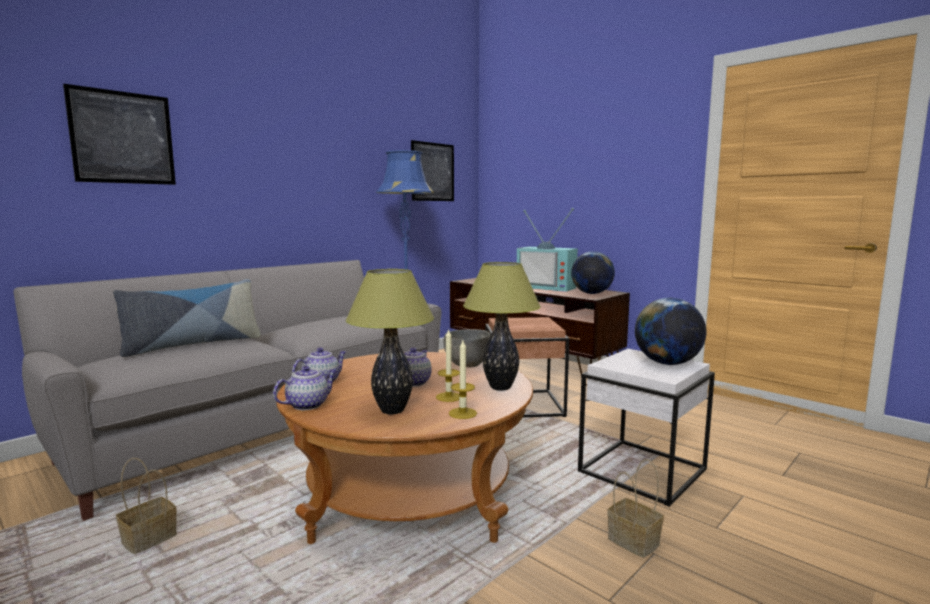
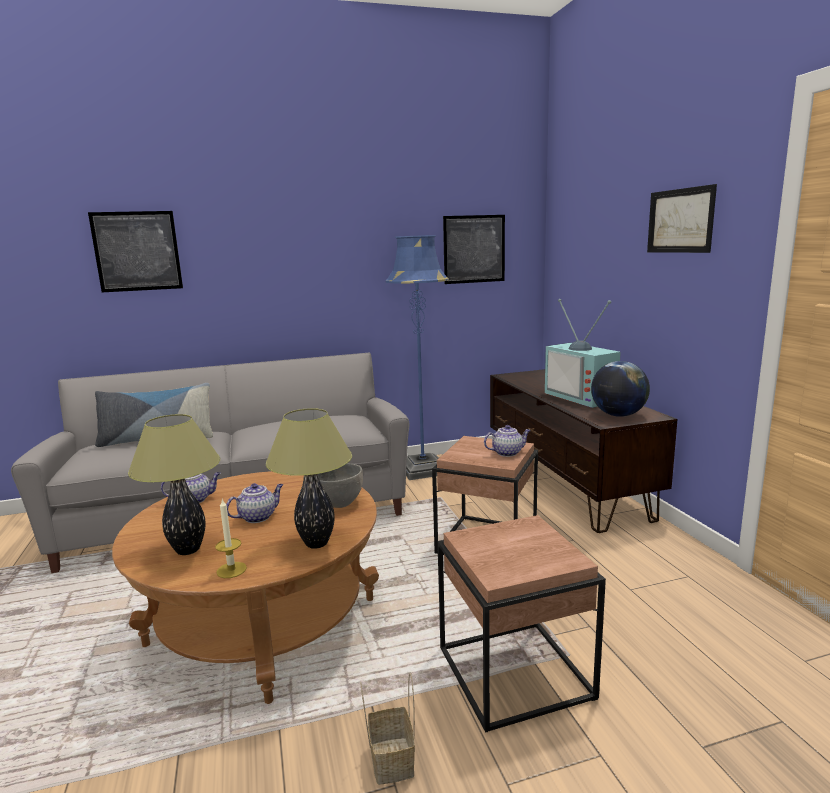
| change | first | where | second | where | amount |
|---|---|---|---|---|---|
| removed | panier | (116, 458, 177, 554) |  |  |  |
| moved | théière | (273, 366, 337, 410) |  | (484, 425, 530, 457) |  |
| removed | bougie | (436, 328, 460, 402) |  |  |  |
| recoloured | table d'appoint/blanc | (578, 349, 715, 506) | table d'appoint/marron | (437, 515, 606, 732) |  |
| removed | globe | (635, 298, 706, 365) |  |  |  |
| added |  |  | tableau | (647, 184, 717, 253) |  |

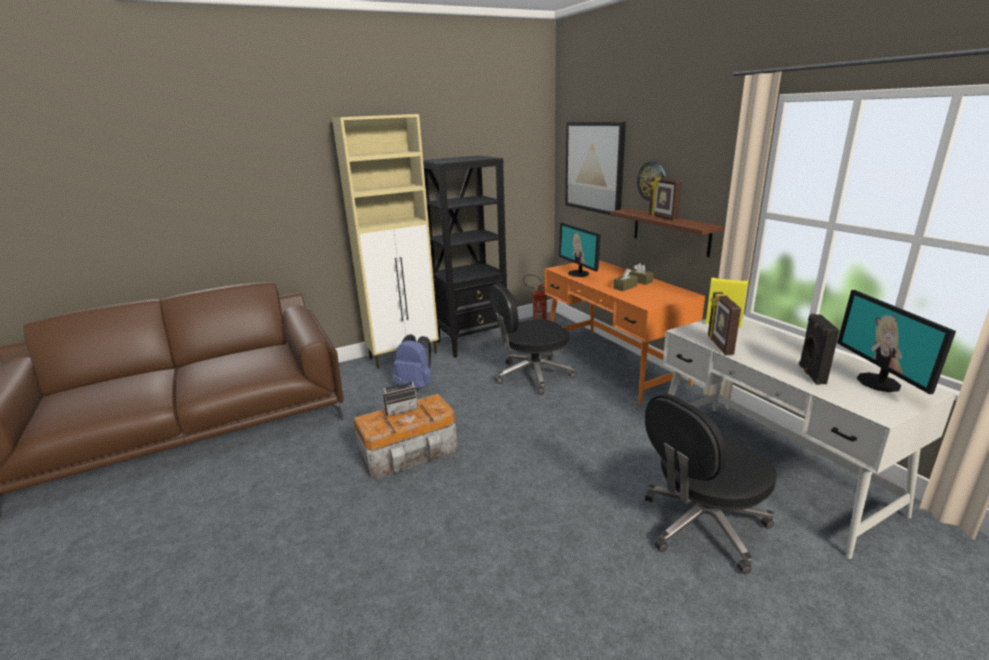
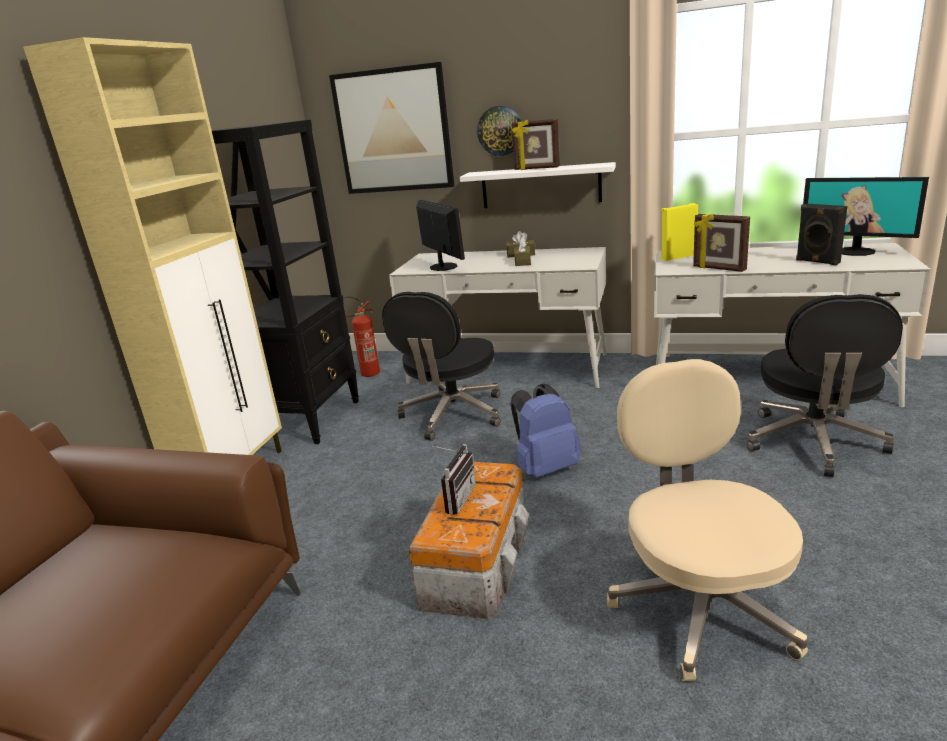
| change | first | where | second | where | amount |
|---|---|---|---|---|---|
| moved | sac à dos/bleu | (393, 334, 432, 389) |  | (510, 384, 581, 478) |  |
| recoloured | bureau/orange | (545, 260, 705, 404) | bureau/blanc | (389, 247, 607, 388) |  |
| turned | écran d'ordinateur | (559, 223, 601, 277) |  | (416, 200, 465, 271) | 135 degrees counterclockwise |
| recoloured | étagère/marron | (610, 208, 724, 257) | étagère/blanc | (460, 162, 616, 208) |  |
| added |  |  | chaise de bureau/beige | (607, 359, 808, 681) |  |

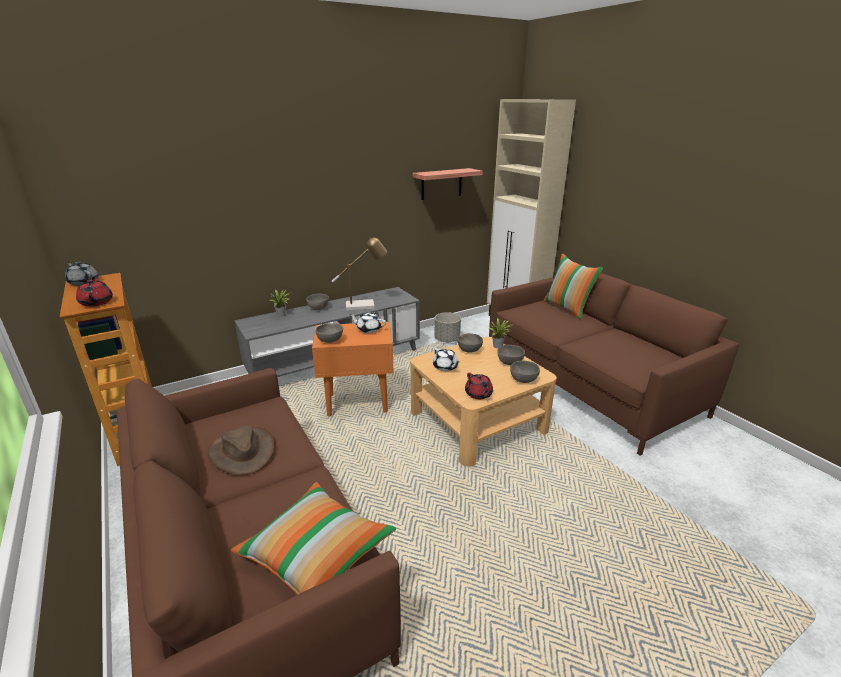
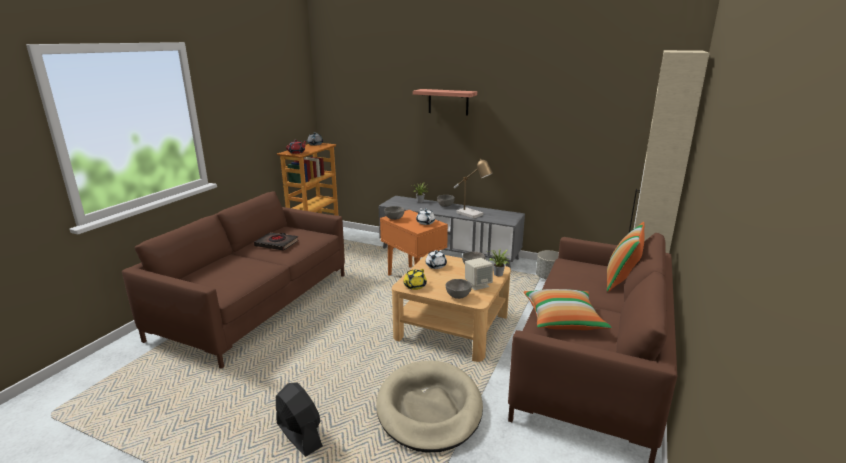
| change | first | where | second | where | amount |
|---|---|---|---|---|---|
| replaced | chapeau/marron | (207, 426, 274, 475) | livre/noir | (254, 233, 299, 251) |  |
| moved | coussin | (231, 482, 396, 595) |  | (524, 289, 612, 330) |  |
| moved | étagère | (413, 168, 483, 200) |  | (413, 89, 477, 116) |  |
| recoloured | théière/rouge | (465, 373, 494, 399) | théière/jaune | (403, 269, 427, 290) |  |
| replaced | bol/gris | (497, 345, 525, 365) | enceinte/beige | (465, 258, 493, 290) |  |
| added |  |  | ventilateur/noir | (276, 383, 323, 457) |  |
| added |  |  | panier pour chien/beige | (376, 361, 483, 453) |  |

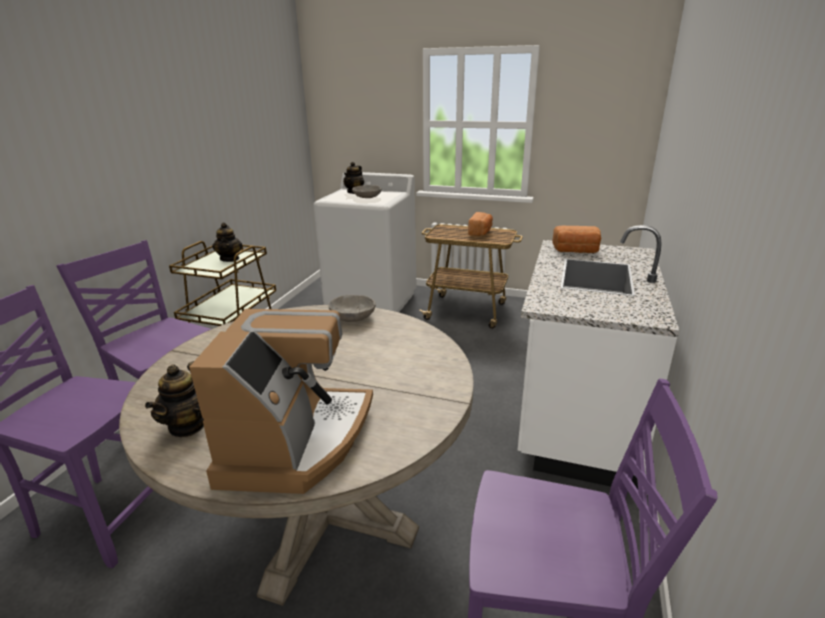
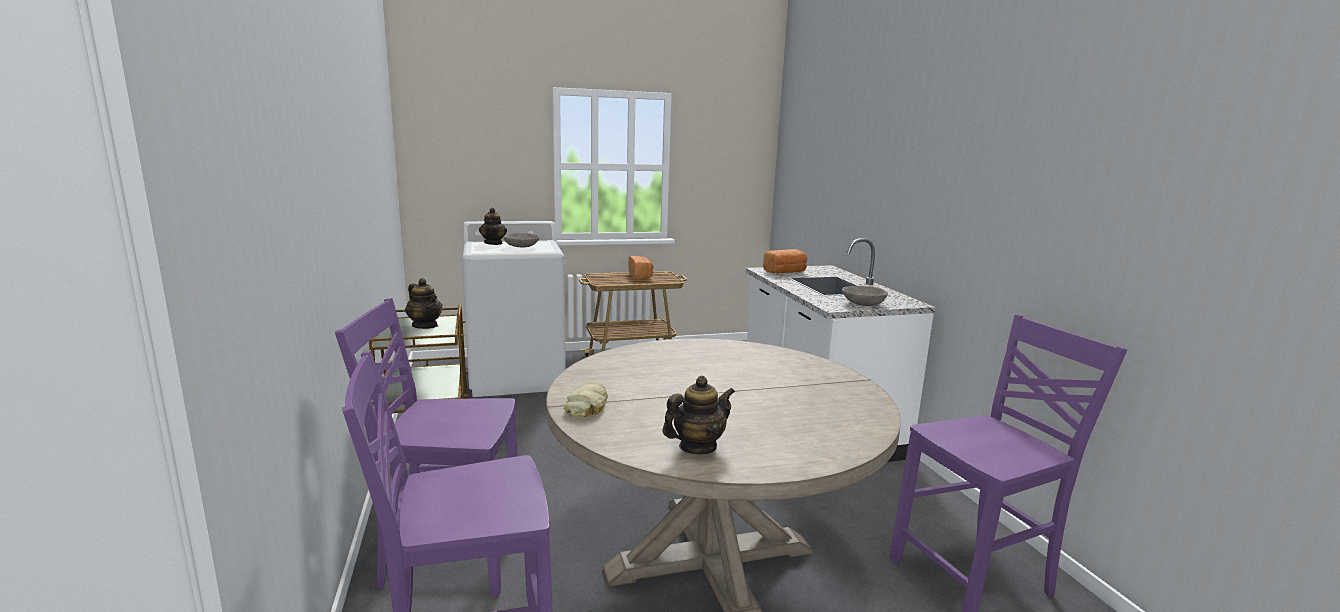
| change | first | where | second | where | amount |
|---|---|---|---|---|---|
| turned | théière | (145, 361, 204, 437) |  | (662, 376, 735, 454) | 105 degrees counterclockwise |
| removed | machine à café | (189, 309, 373, 494) |  |  |  |
| moved | bol/gris | (328, 295, 376, 322) |  | (842, 286, 888, 306) |  |
| added |  |  | pain | (564, 383, 608, 417) |  |

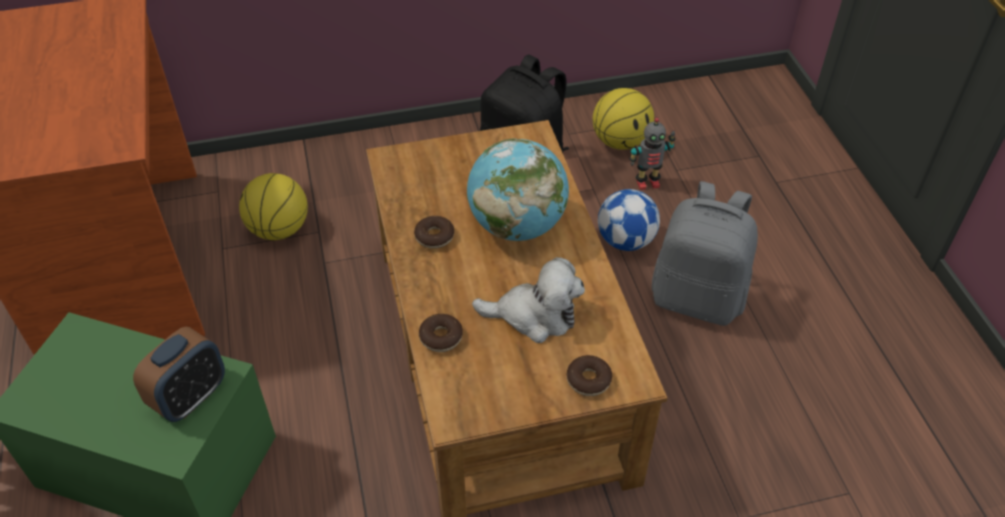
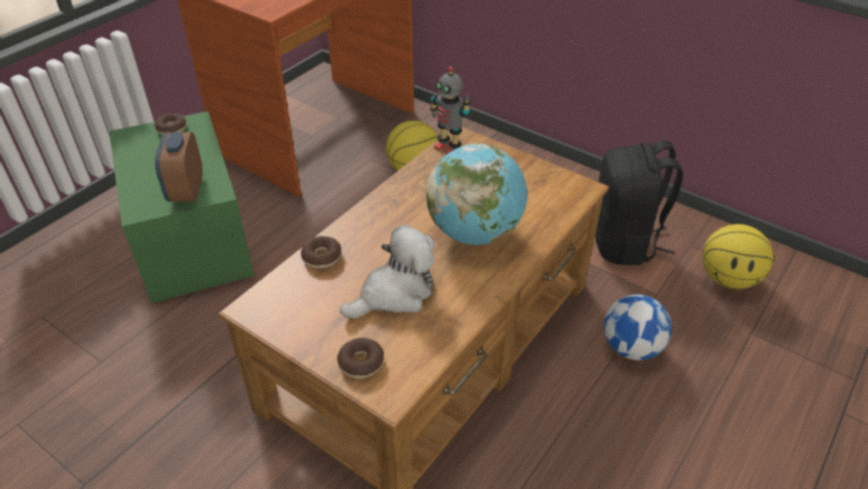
| change | first | where | second | where | amount |
|---|---|---|---|---|---|
| turned | réveil | (133, 327, 225, 422) |  | (155, 132, 203, 202) | 90 degrees clockwise |
| moved | beignet | (414, 216, 454, 249) |  | (155, 113, 187, 135) |  |
| turned | peluche | (472, 257, 585, 343) |  | (340, 225, 435, 319) | 90 degrees counterclockwise |
| moved | robot jouet | (629, 118, 676, 190) |  | (430, 66, 471, 155) |  |
| removed | sac à dos/gris | (652, 181, 758, 326) |  |  |  |

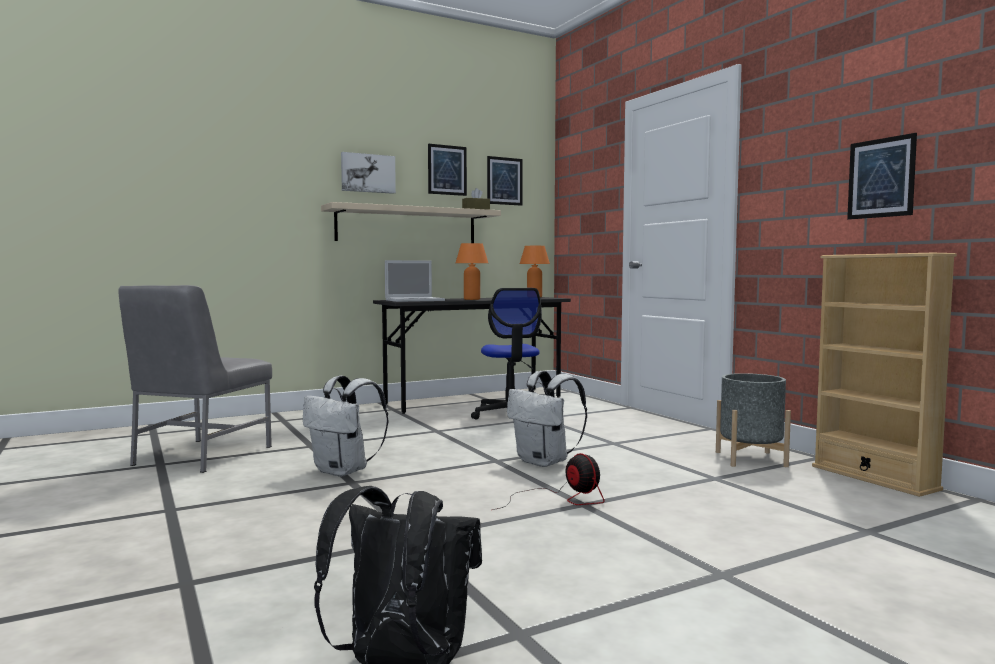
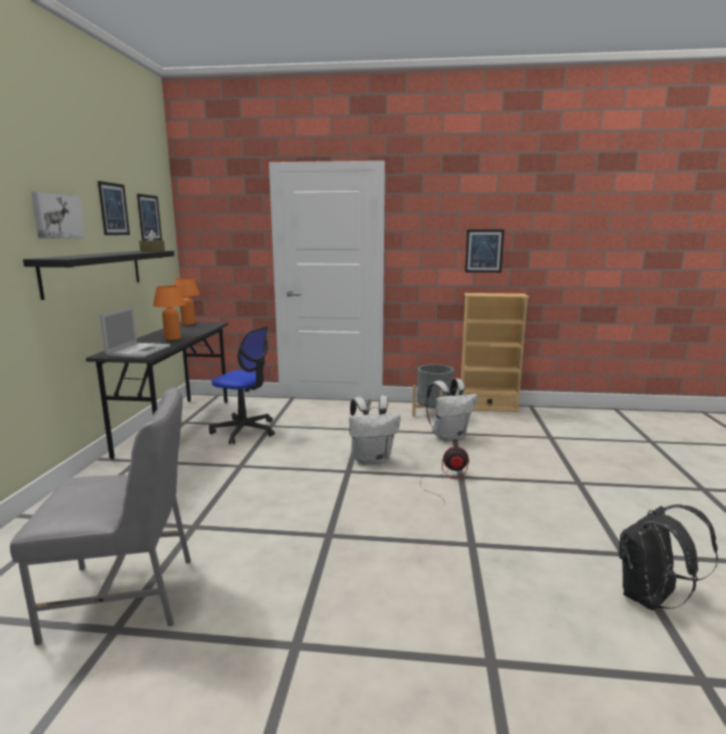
| change | first | where | second | where | amount |
|---|---|---|---|---|---|
| turned | chaise/gris | (119, 285, 272, 473) |  | (10, 388, 191, 645) | 60 degrees counterclockwise |
| moved | sac à dos/blanc | (303, 375, 388, 477) |  | (426, 379, 477, 441) |  |
| recoloured | étagère/beige | (321, 202, 501, 243) | étagère/noir | (23, 251, 174, 300) |  |

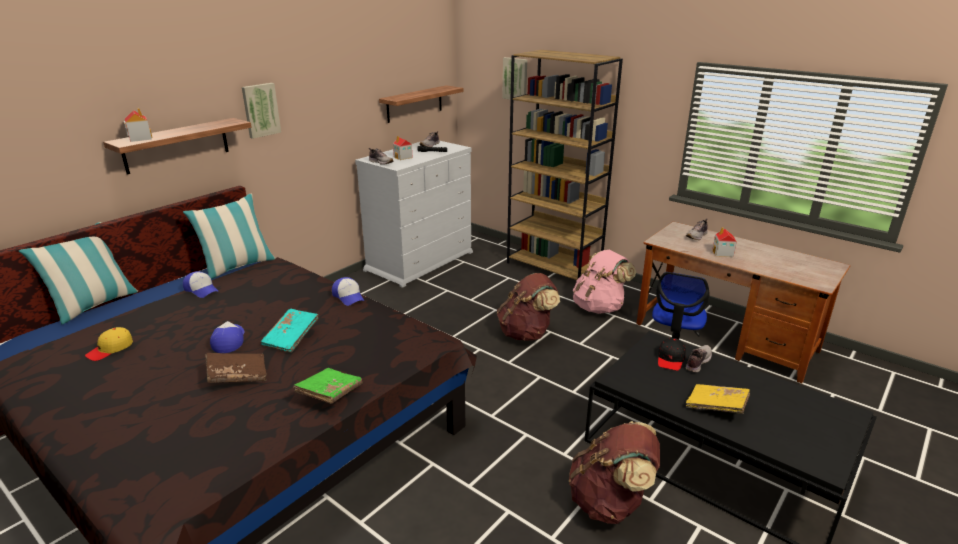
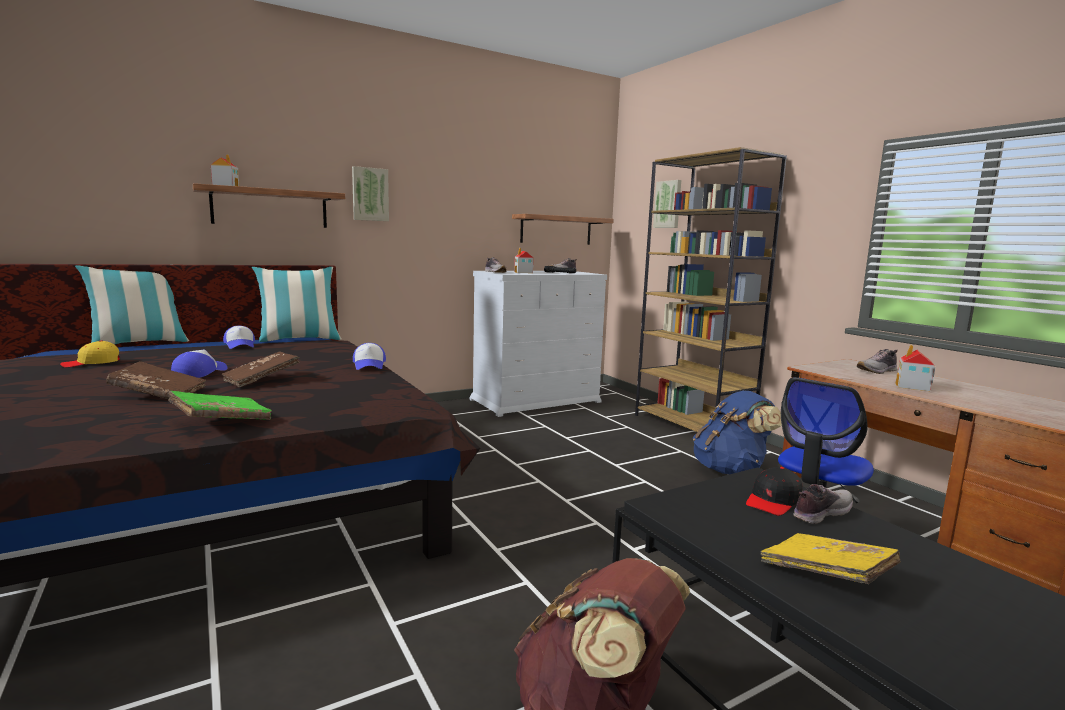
| change | first | where | second | where | amount |
|---|---|---|---|---|---|
| recoloured | livre/turquoise | (261, 309, 319, 353) | livre/marron | (222, 351, 300, 387) |  |
| removed | sac à dos/marron | (497, 273, 560, 341) |  |  |  |
| recoloured | sac à dos/rose | (573, 250, 636, 314) | sac à dos/bleu | (693, 391, 782, 474) |  |

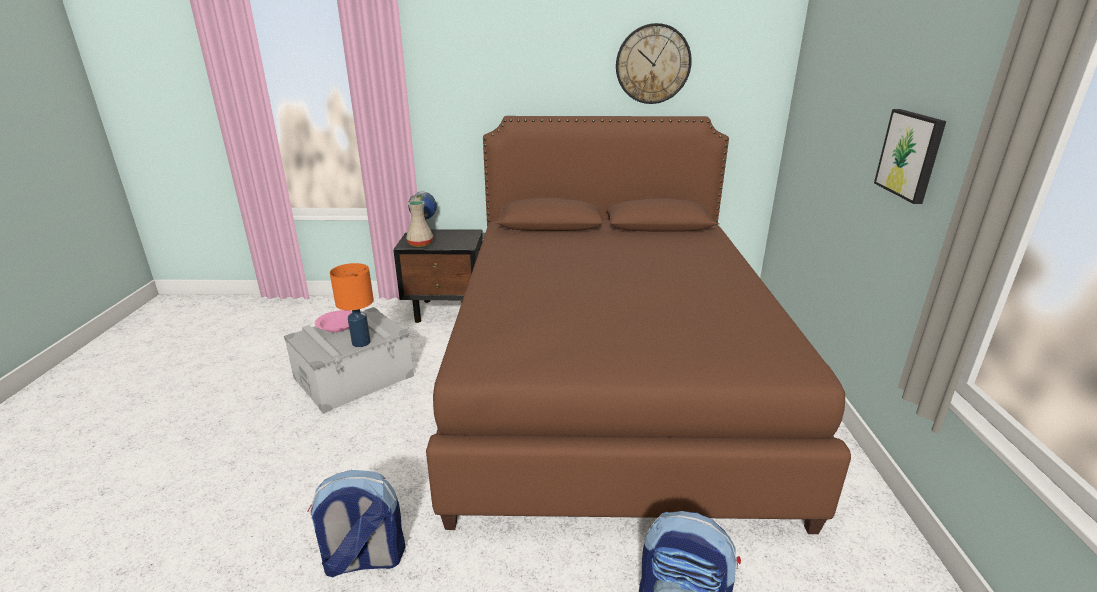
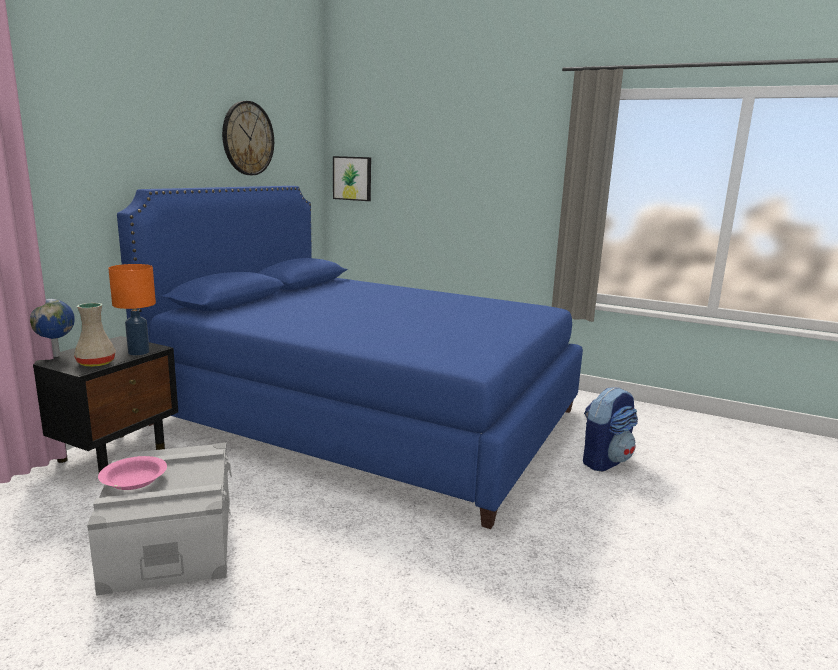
| change | first | where | second | where | amount |
|---|---|---|---|---|---|
| removed | sac à dos | (308, 470, 405, 577) |  |  |  |
| moved | lampe de table/orange | (330, 263, 374, 347) |  | (108, 264, 156, 355) |  |
| recoloured | lit/marron | (426, 116, 851, 534) | lit/bleu | (117, 186, 583, 529) |  |
| moved | tableau | (874, 109, 946, 204) |  | (333, 156, 371, 201) |  |

